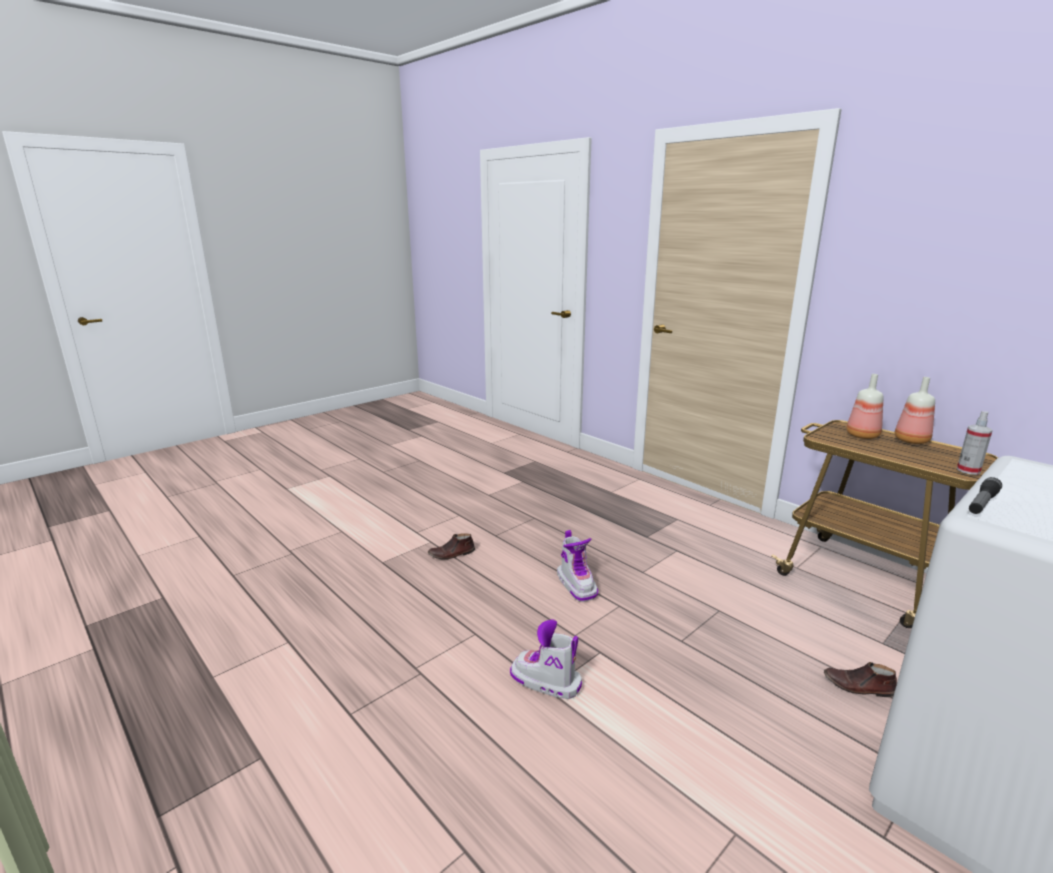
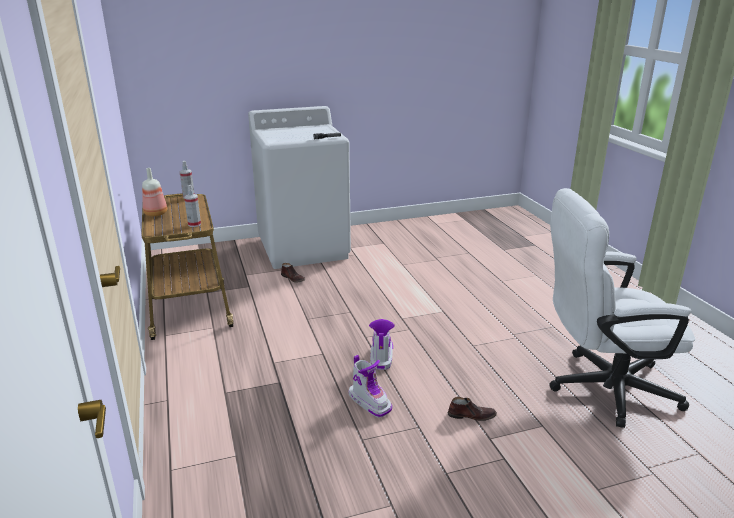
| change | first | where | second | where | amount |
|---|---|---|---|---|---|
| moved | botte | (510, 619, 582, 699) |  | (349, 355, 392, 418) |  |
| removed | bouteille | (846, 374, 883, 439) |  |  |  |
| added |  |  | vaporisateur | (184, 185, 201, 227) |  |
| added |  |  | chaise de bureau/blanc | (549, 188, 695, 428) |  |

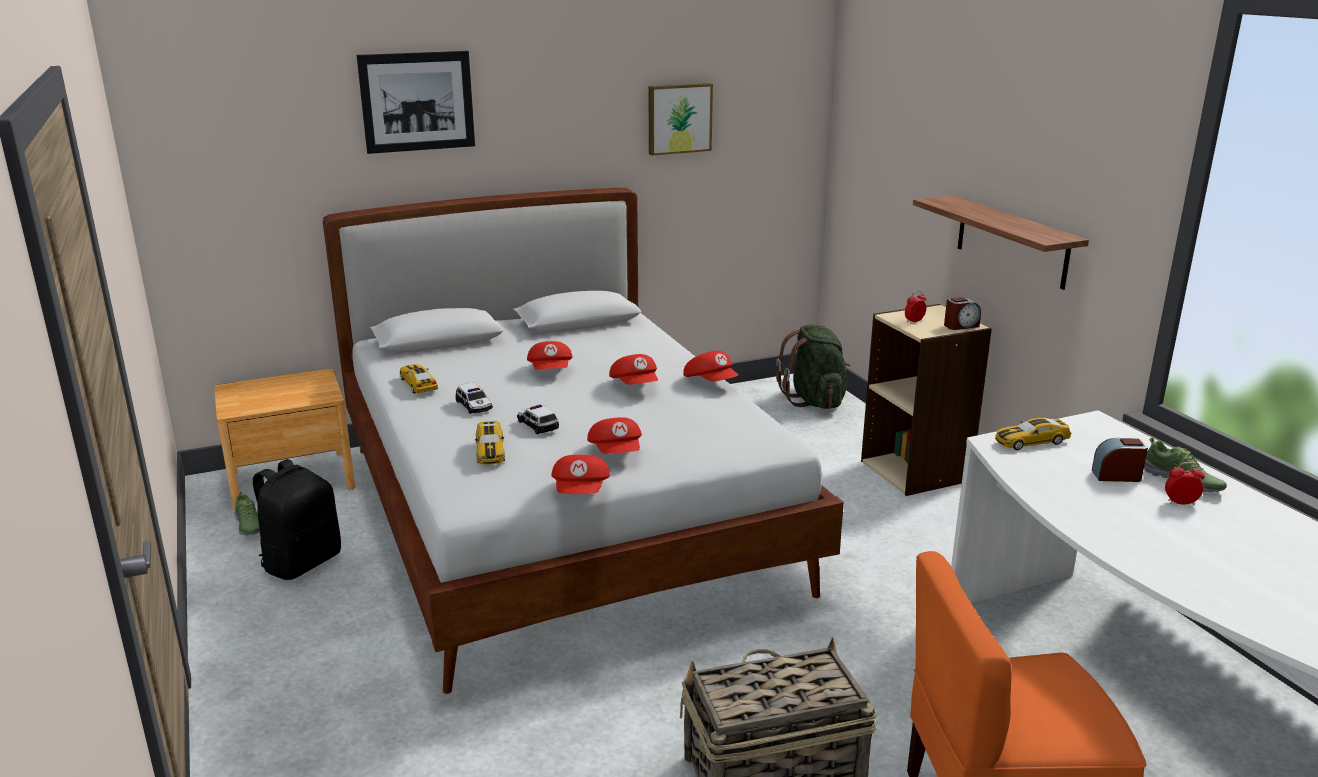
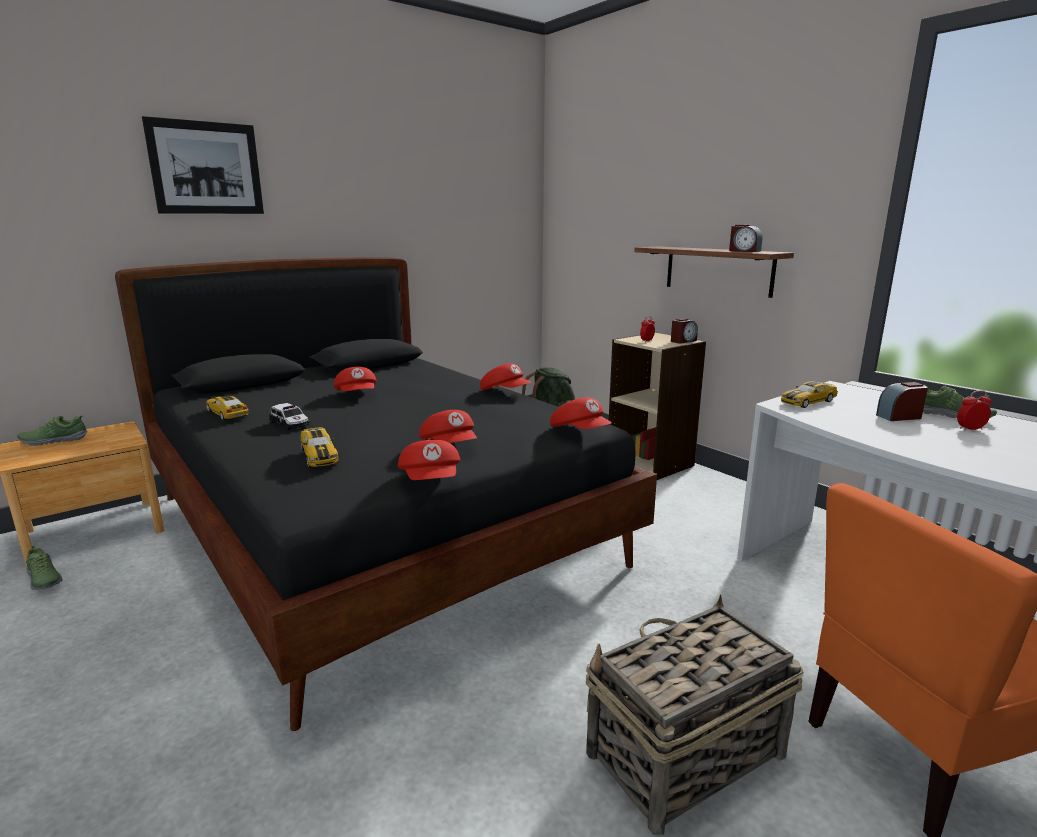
| change | first | where | second | where | amount |
|---|---|---|---|---|---|
| removed | sac à dos/noir | (253, 459, 341, 580) |  |  |  |
| recoloured | lit/blanc | (323, 188, 844, 694) | lit/noir | (115, 257, 657, 731) |  |
| removed | petite voiture | (517, 404, 559, 434) |  |  |  |
| moved | casquette/rouge | (609, 354, 658, 385) |  | (550, 397, 612, 429) |  |
| removed | tableau | (649, 83, 713, 155) |  |  |  |
| added |  |  | chaussure | (17, 416, 88, 446) |  |
| added |  |  | réveil | (729, 225, 762, 252) |  |

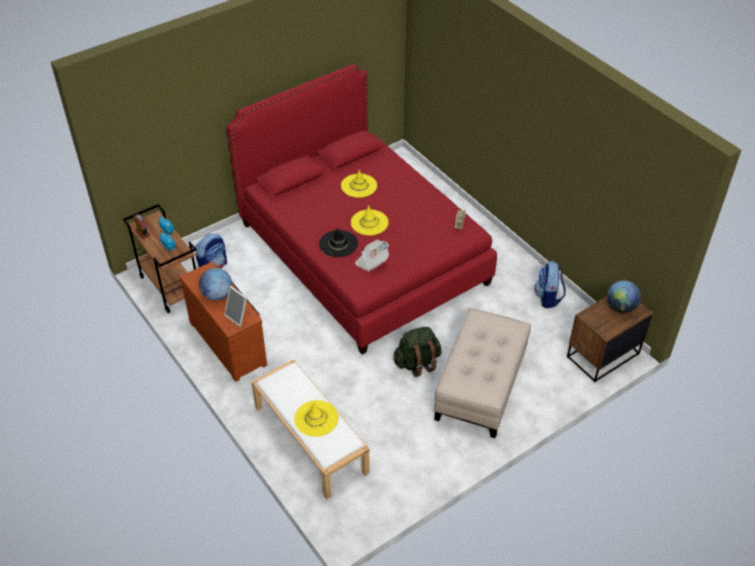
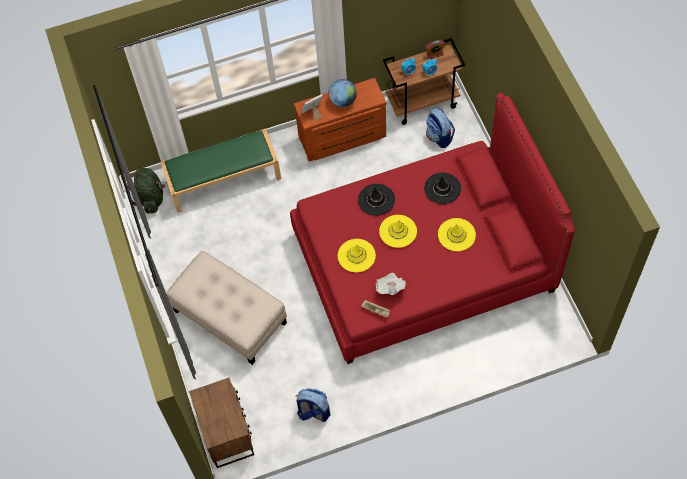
| change | first | where | second | where | amount |
|---|---|---|---|---|---|
| recoloured | banc/blanc | (251, 359, 370, 499) | banc/vert | (161, 128, 281, 213) |  |
| moved | chapeau/jaune | (294, 400, 338, 437) |  | (338, 239, 376, 272) |  |
| moved | journal | (355, 240, 389, 272) |  | (376, 273, 406, 295) |  |
| moved | sac à dos/vert | (393, 327, 442, 377) |  | (127, 168, 165, 214) |  |
| removed | globe | (607, 280, 641, 313) |  |  |  |
| added |  |  | chapeau/noir | (424, 173, 461, 204) |  |

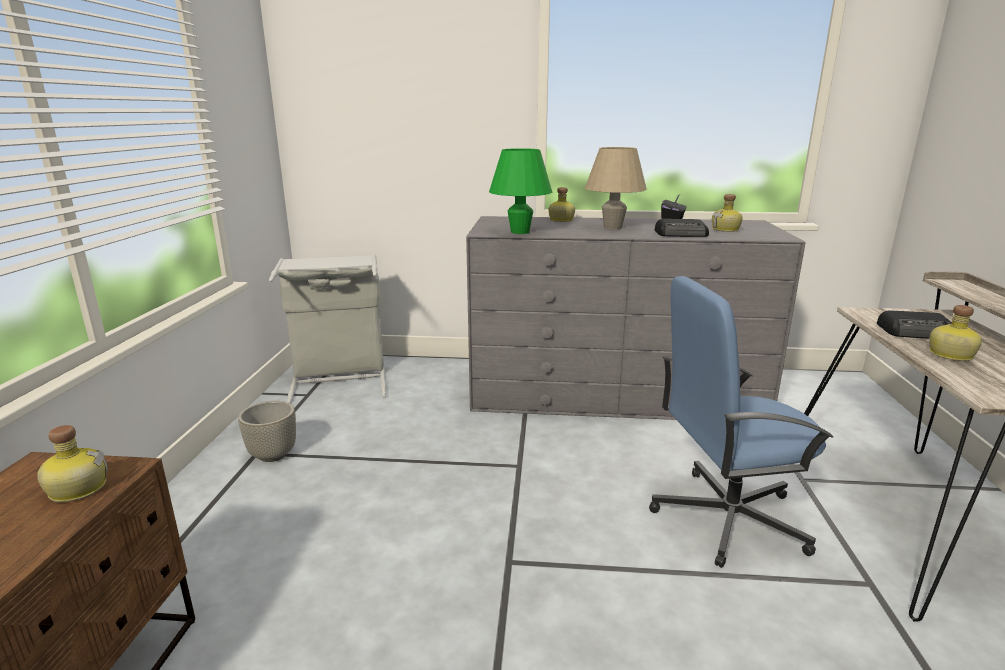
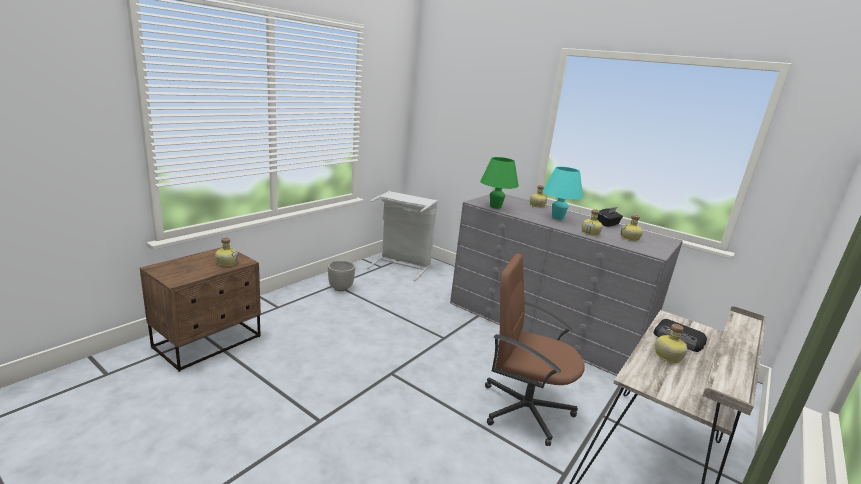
| change | first | where | second | where | amount |
|---|---|---|---|---|---|
| recoloured | lampe de table/beige | (585, 147, 647, 229) | lampe de table/turquoise | (543, 166, 583, 220) |  |
| recoloured | chaise de bureau/bleu | (649, 276, 834, 568) | chaise de bureau/marron | (485, 254, 585, 446) |  |
| replaced | radio | (655, 219, 709, 237) | bouteille | (582, 209, 603, 236) |  |

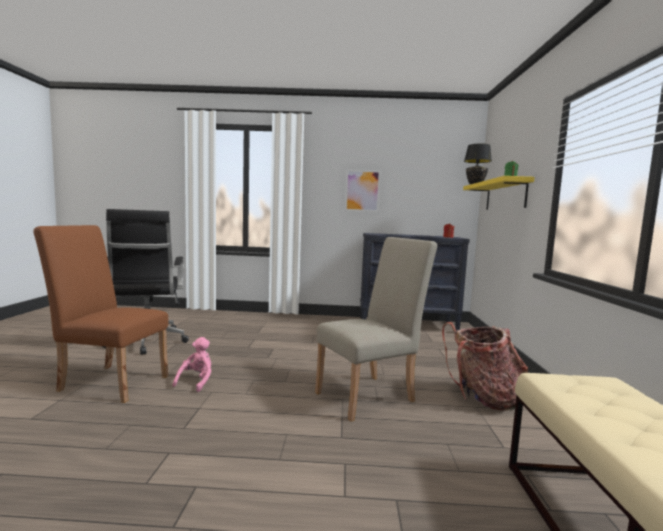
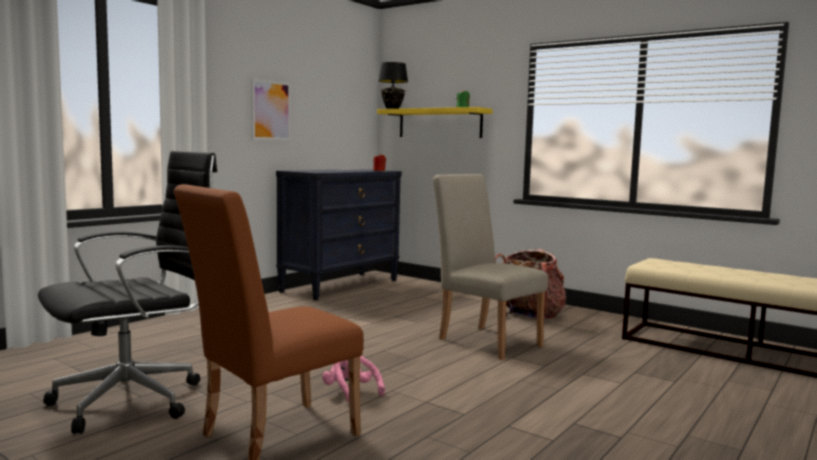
| change | first | where | second | where | amount |
|---|---|---|---|---|---|
| turned | chaise de bureau/noir | (101, 209, 189, 355) |  | (38, 151, 217, 434) | 60 degrees counterclockwise |
| turned | chaise/beige | (315, 237, 437, 421) |  | (433, 174, 548, 360) | 45 degrees counterclockwise |

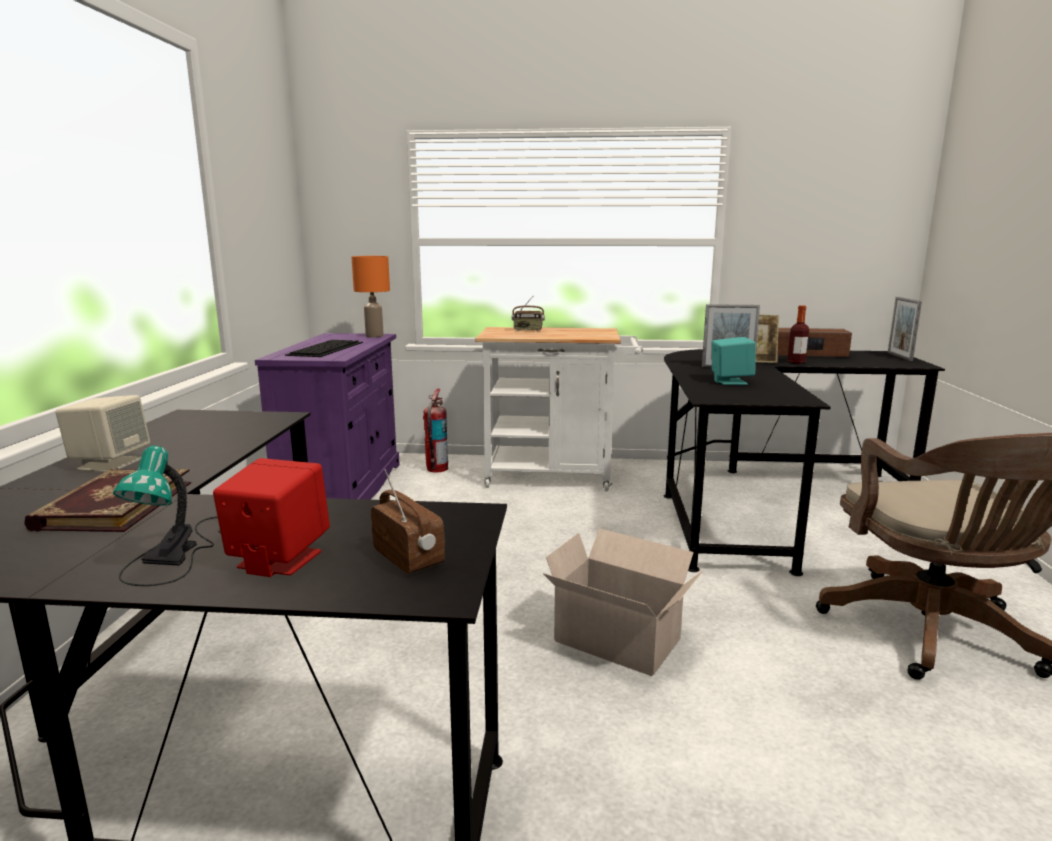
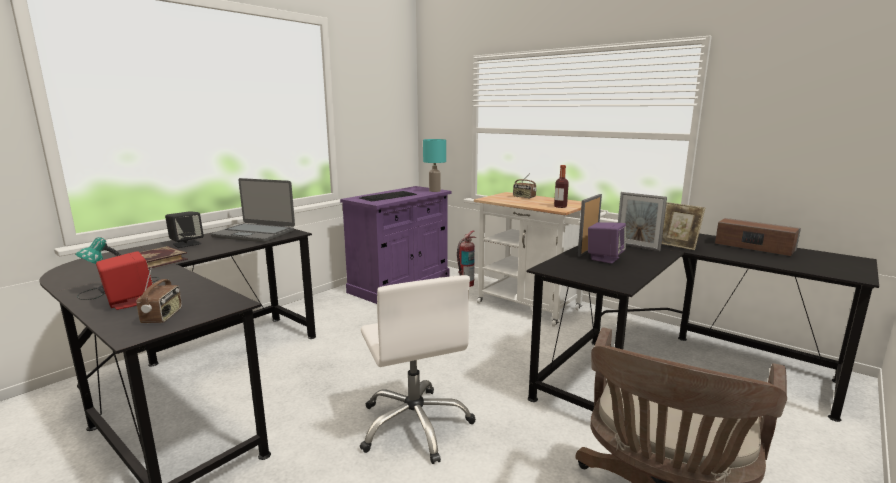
| change | first | where | second | where | amount |
|---|---|---|---|---|---|
| recoloured | enceinte/beige | (55, 395, 150, 472) | enceinte/noir | (165, 211, 204, 248) |  |
| recoloured | lampe de table/orange | (351, 256, 390, 338) | lampe de table/turquoise | (423, 139, 446, 192) |  |
| replaced | carton | (542, 528, 704, 676) | chaise de bureau/blanc | (360, 275, 476, 464) |  |
| recoloured | enceinte/turquoise | (712, 337, 756, 385) | enceinte/violet | (588, 222, 626, 264) |  |
| moved | bouteille | (787, 305, 809, 364) |  | (554, 165, 569, 208) |  |
| moved | cadre photo | (888, 297, 922, 361) |  | (578, 194, 602, 257) |  |
| added |  |  | ordinateur portable | (211, 178, 295, 242) |  |

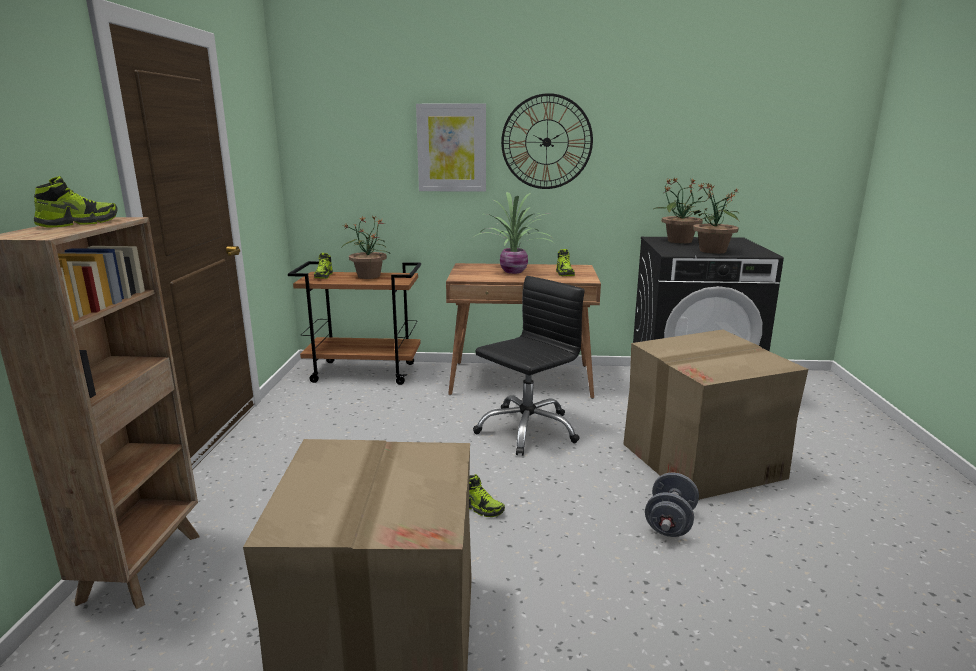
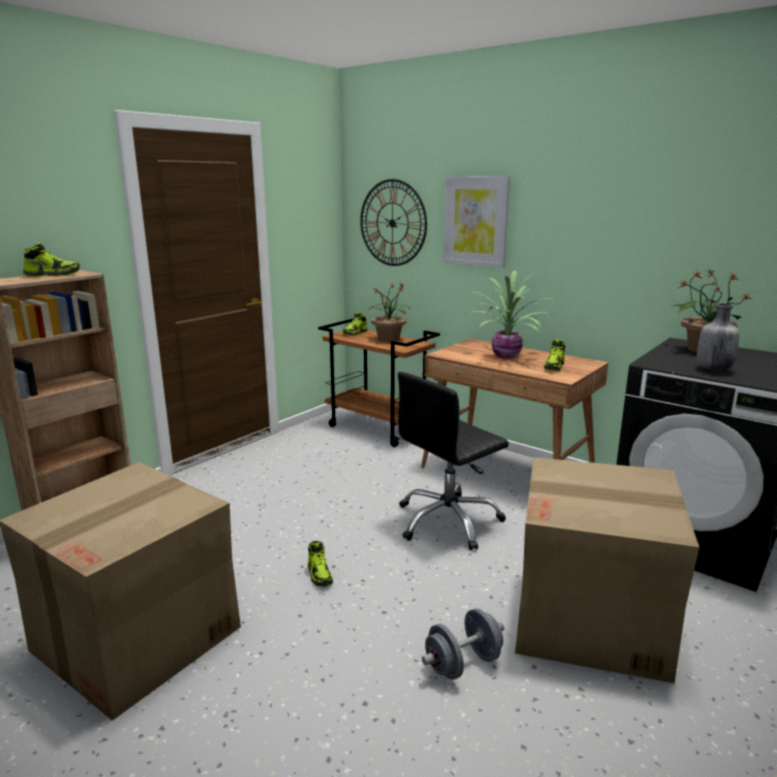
| change | first | where | second | where | amount |
|---|---|---|---|---|---|
| turned | chaise de bureau/noir | (473, 276, 585, 456) |  | (398, 372, 509, 550) | 150 degrees clockwise |
| moved | horloge murale | (501, 93, 593, 189) |  | (360, 179, 427, 266) |  |
| replaced | plante en pot | (688, 183, 739, 254) | bouteille/gris | (697, 303, 740, 371) |  |

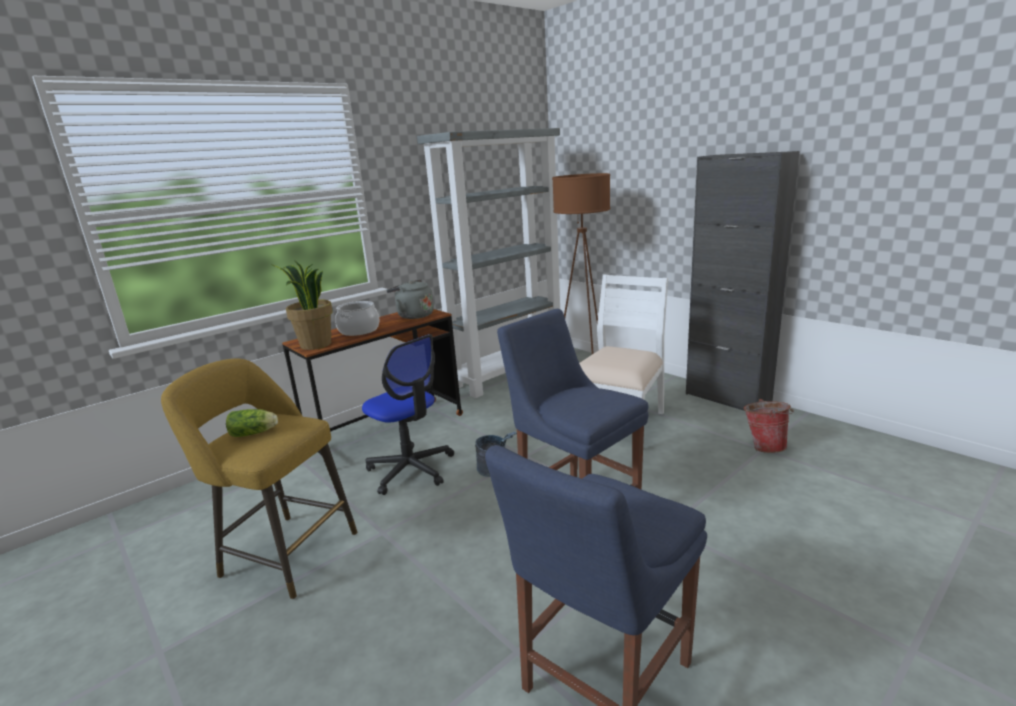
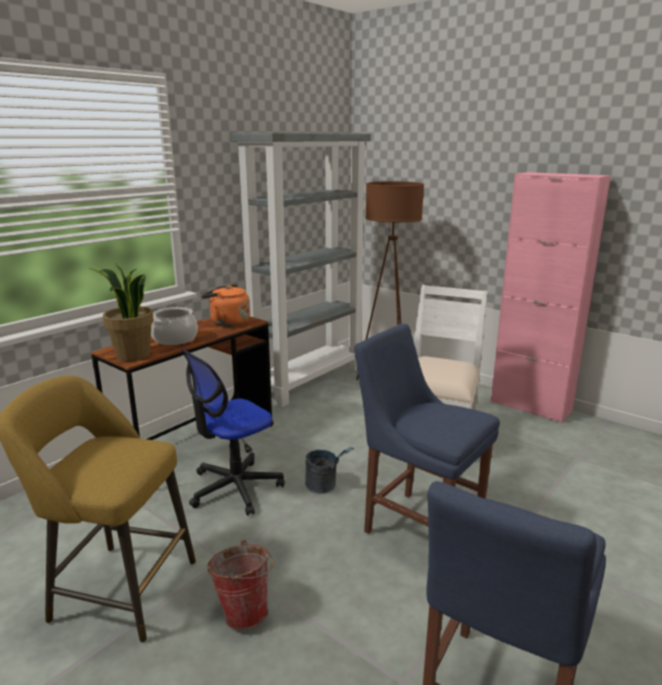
| change | first | where | second | where | amount |
|---|---|---|---|---|---|
| removed | laitue | (226, 409, 278, 437) |  |  |  |
| turned | chaise de bureau | (362, 334, 454, 495) |  | (181, 349, 285, 516) | 105 degrees clockwise |
| recoloured | bouilloire/gris | (386, 279, 434, 319) | bouilloire/orange | (201, 284, 250, 327) |  |
| recoloured | meuble de rangement/noir | (686, 151, 799, 411) | meuble de rangement/rose | (491, 172, 611, 423) |  |
| moved | seau | (744, 399, 794, 453) |  | (207, 540, 274, 630) |  |

